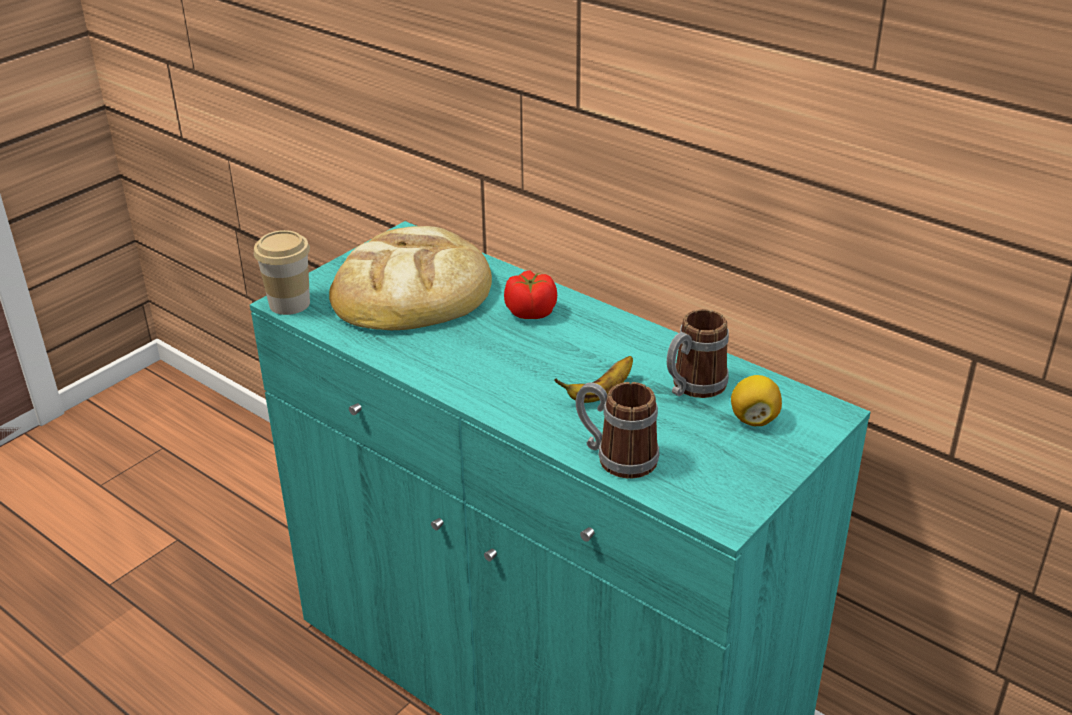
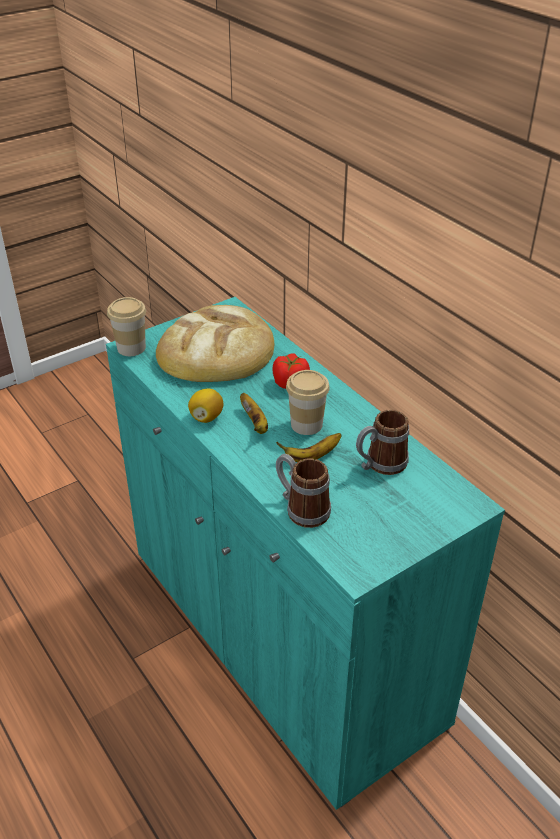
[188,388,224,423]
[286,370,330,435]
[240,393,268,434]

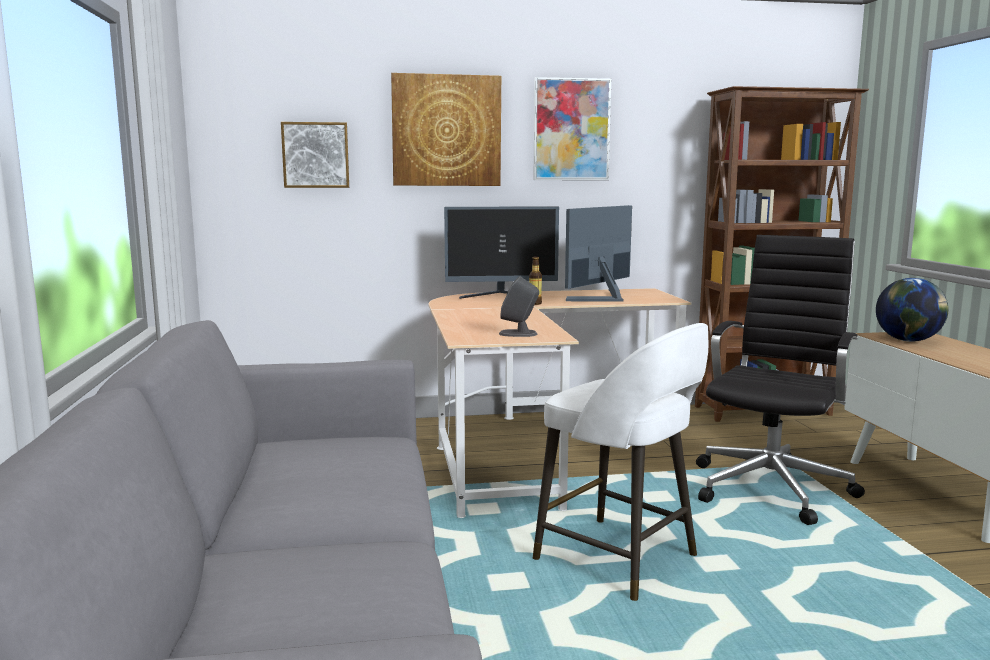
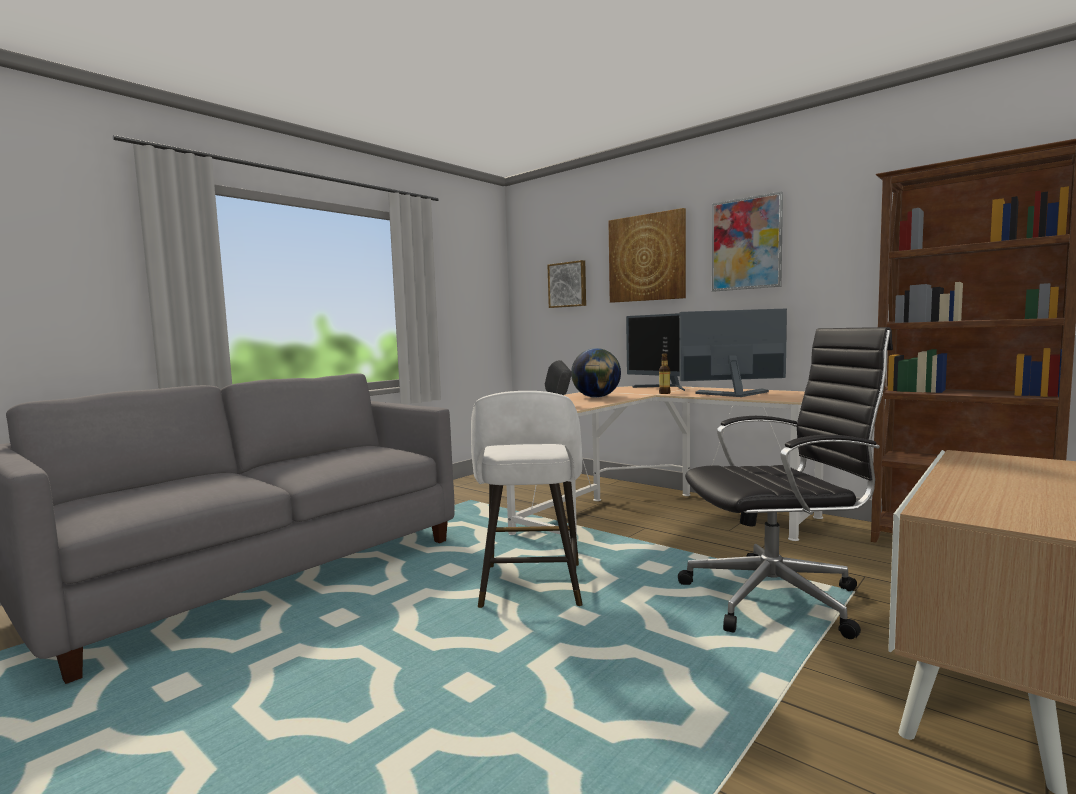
[571,348,621,398]

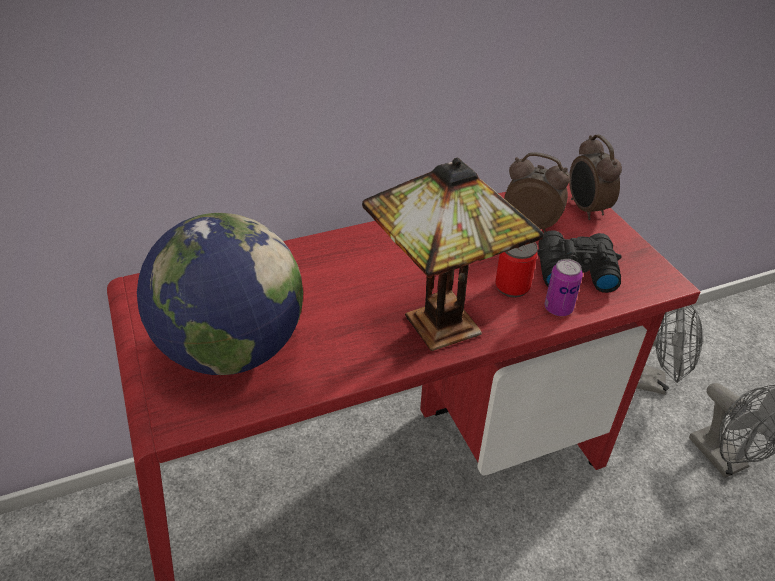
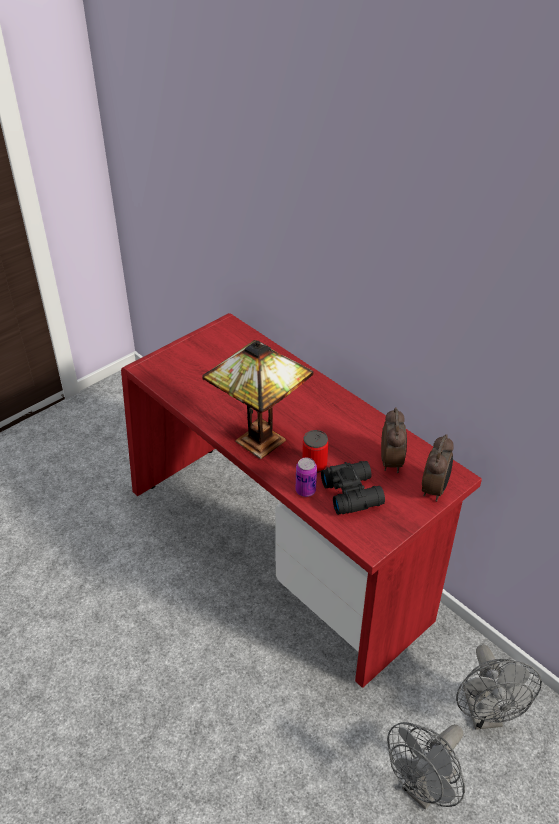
[422,434,454,502]
[137,213,303,375] (first image)

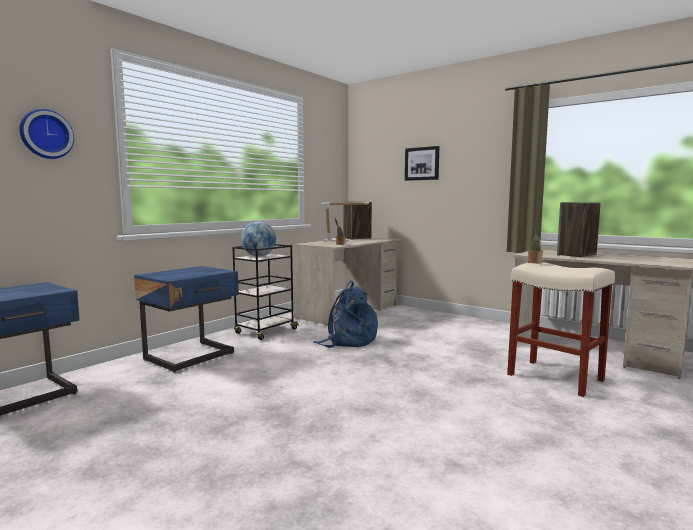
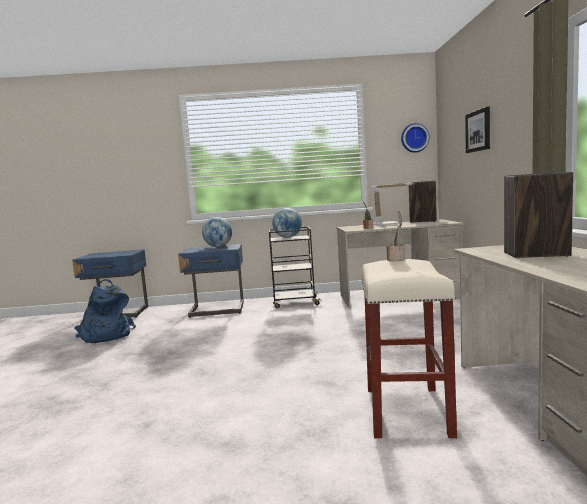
[401,123,429,153]
[74,279,136,343]
[202,217,232,247]

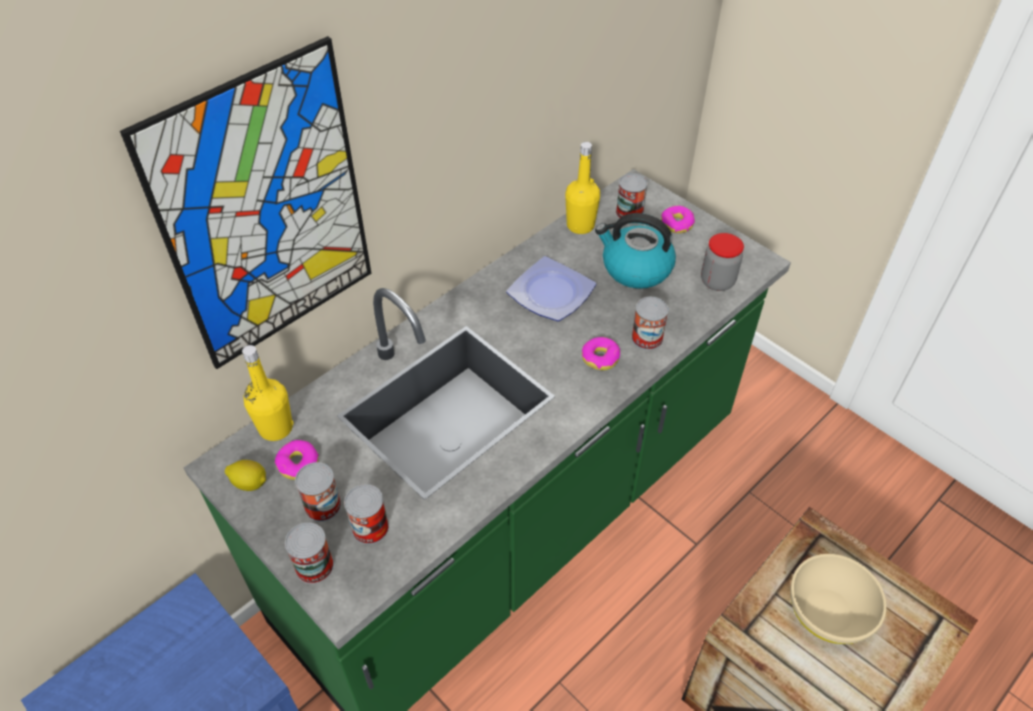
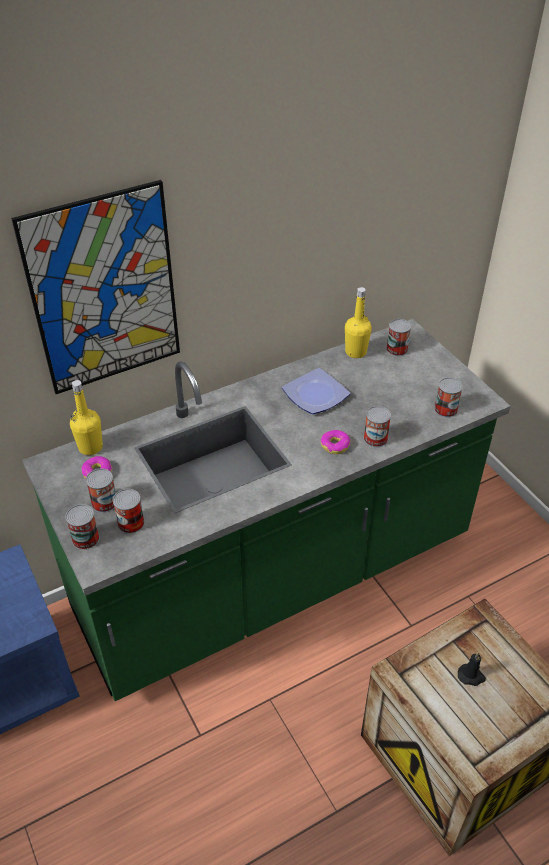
[661,206,695,233] (first image)
[595,213,676,289] (first image)
[434,377,463,418]
[225,460,266,491] (first image)
[458,652,486,686]

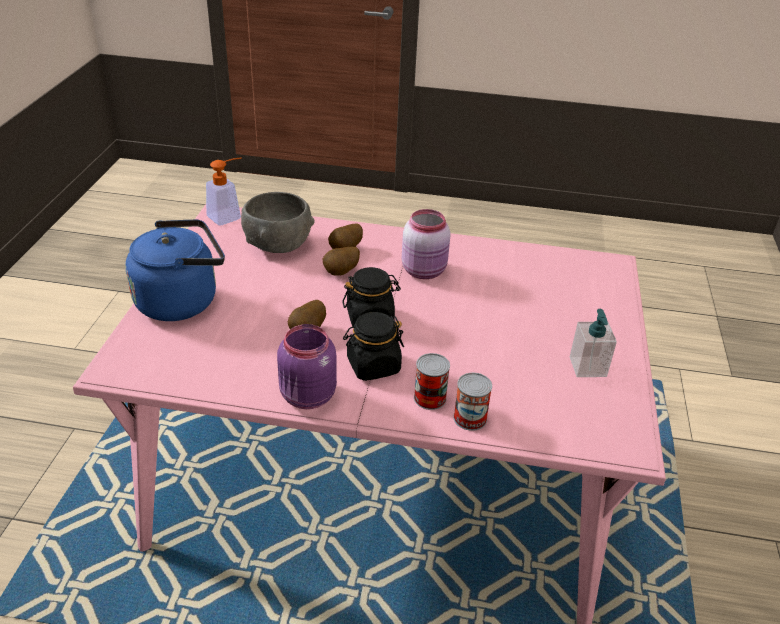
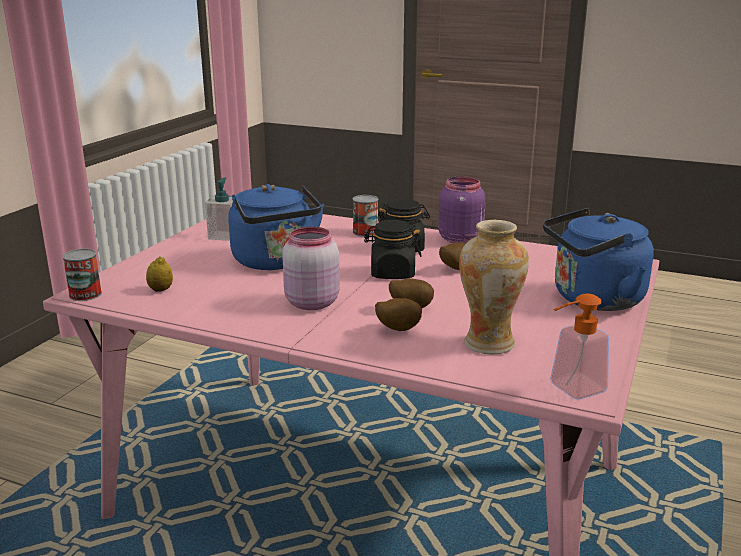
[459,220,529,355]
[62,249,102,301]
[228,184,324,270]
[146,256,173,292]

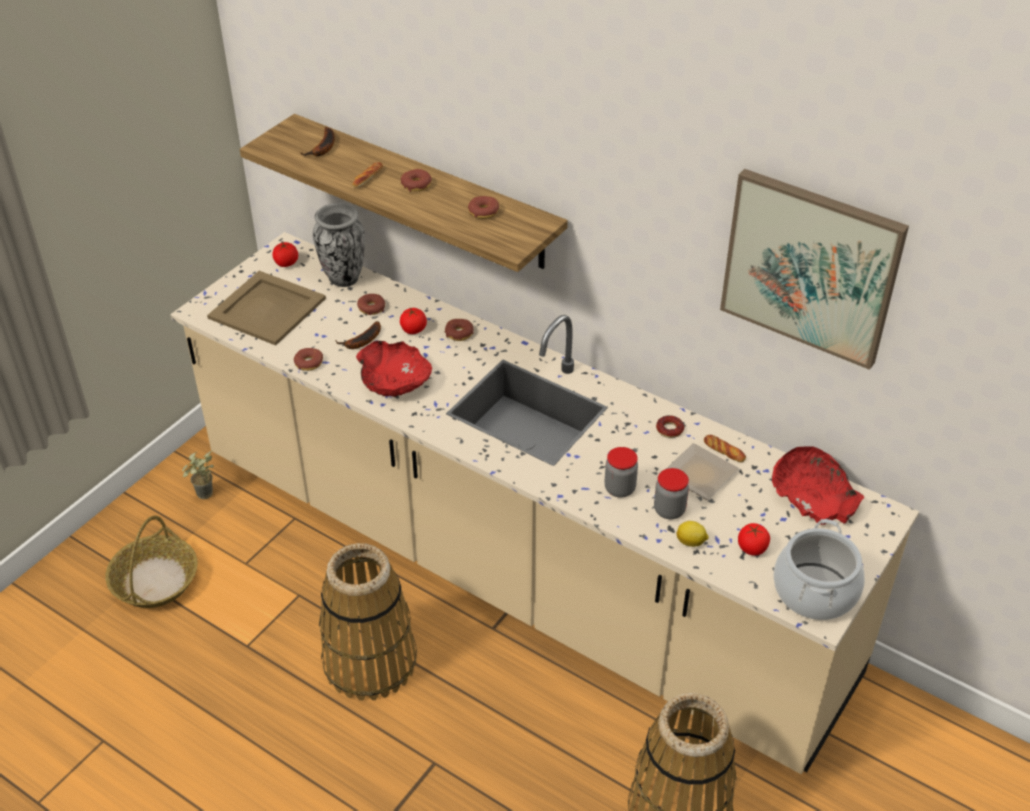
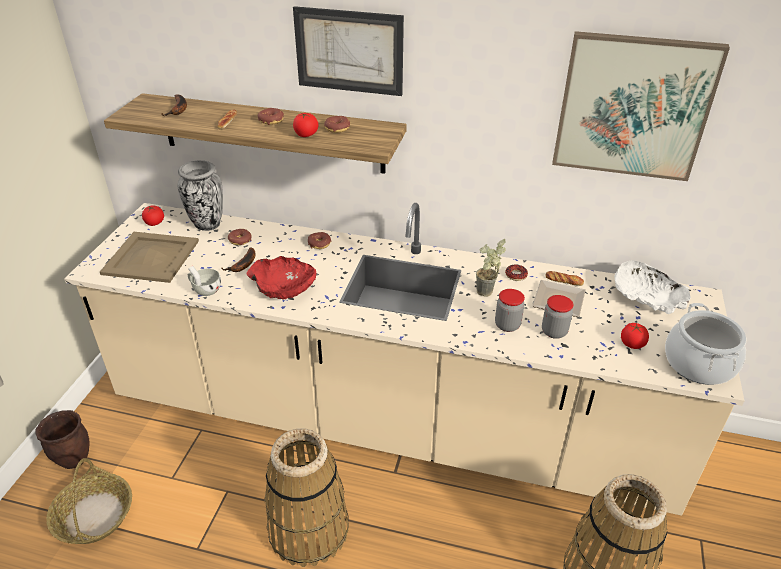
[293,113,319,137]
[188,266,221,296]
[614,260,691,314]
[476,239,506,297]
[676,521,709,547] (first image)
[293,6,404,96]
[35,410,90,469]

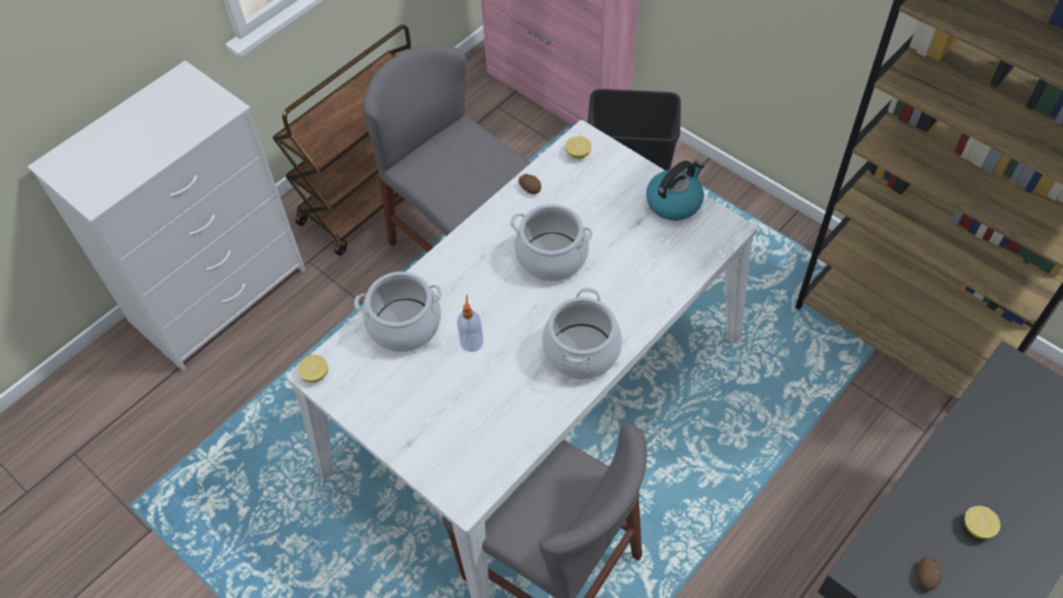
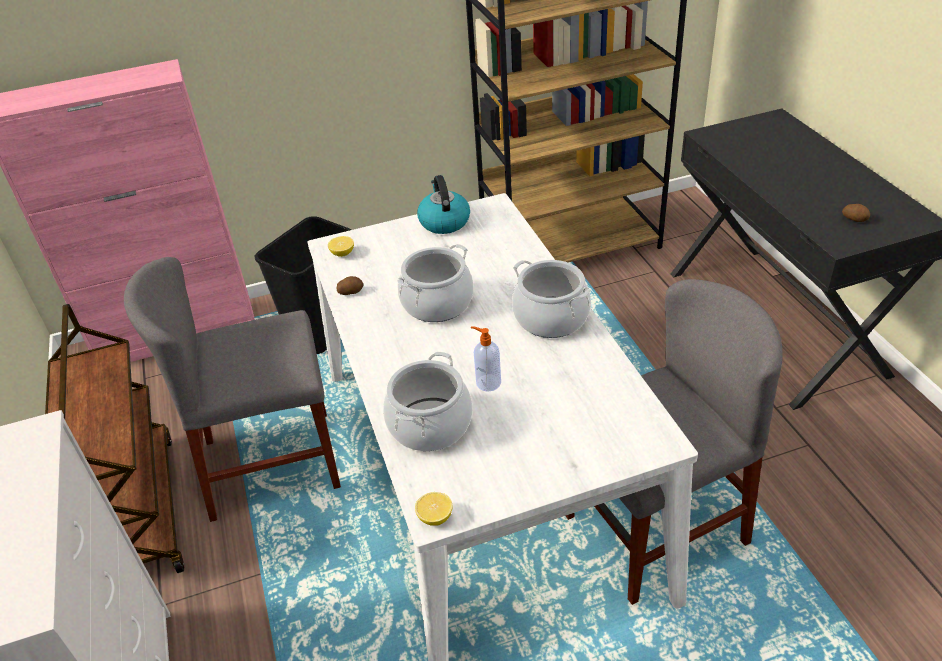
[964,506,1000,539] (first image)

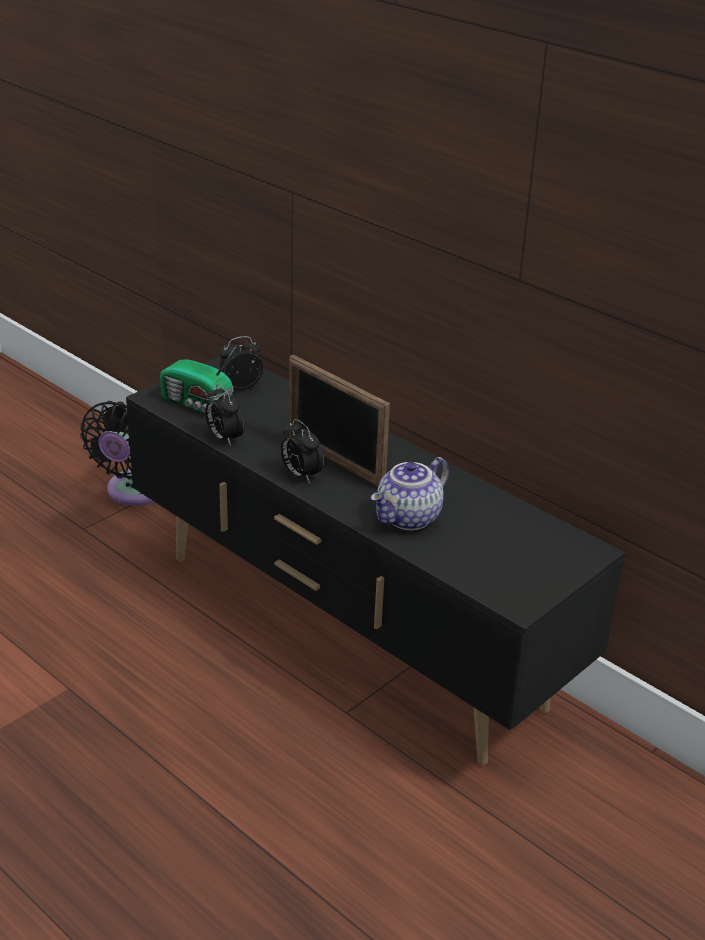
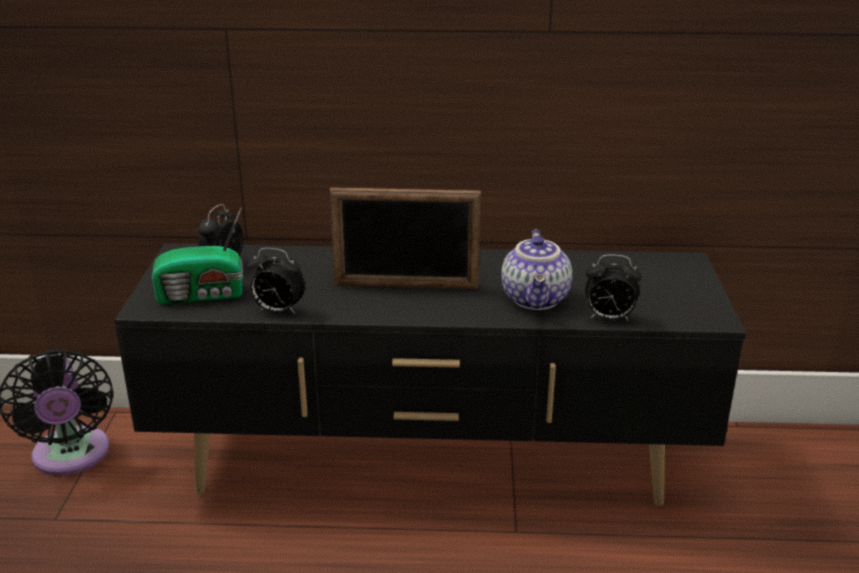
[585,254,641,321]

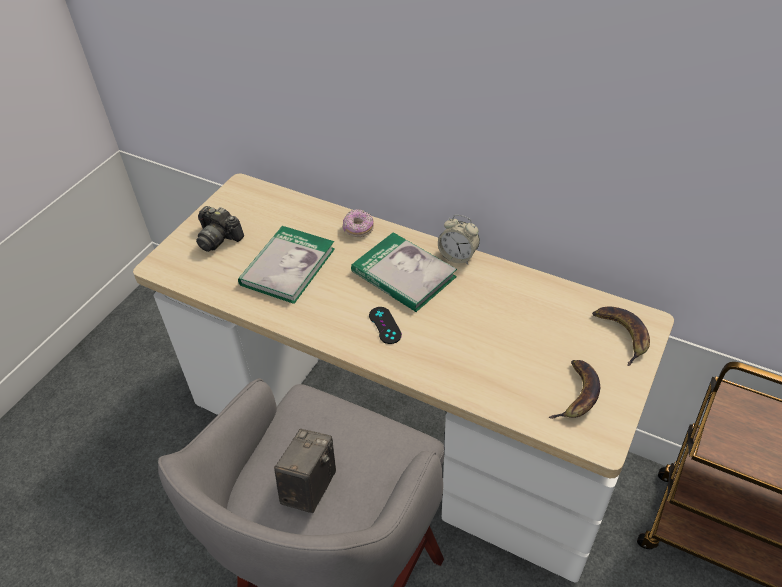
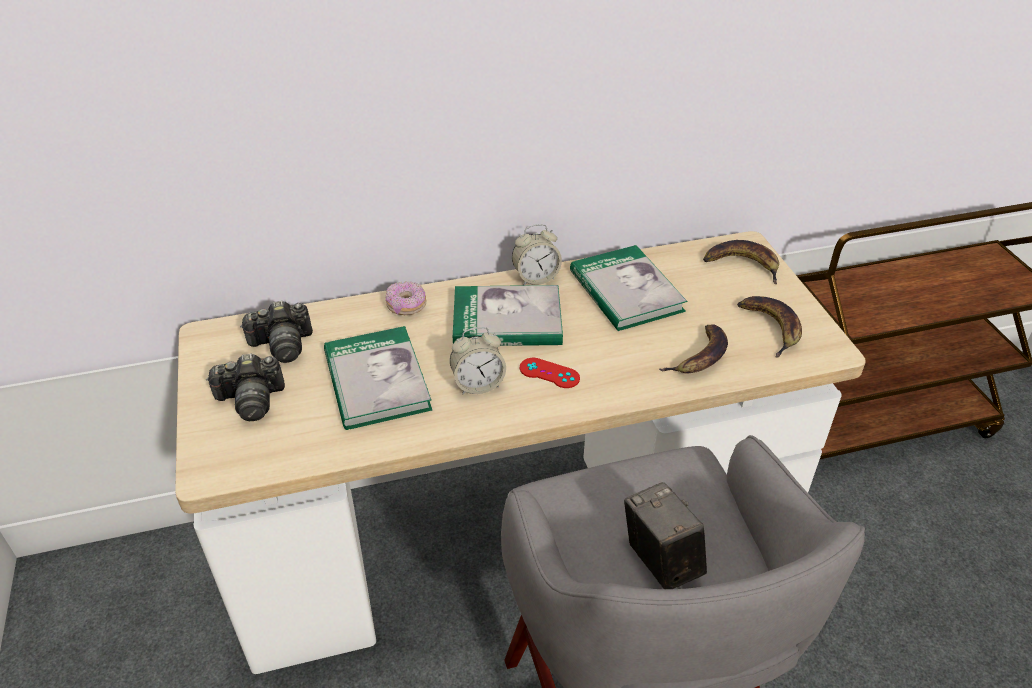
[520,358,580,388]
[570,245,687,331]
[240,300,313,363]
[659,324,728,373]
[450,327,506,395]

